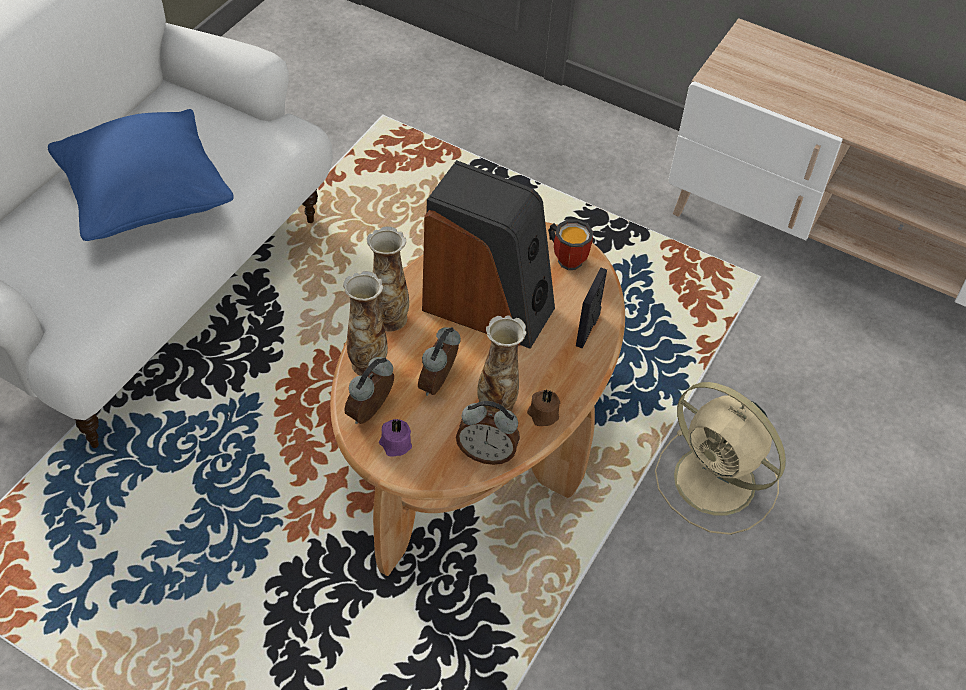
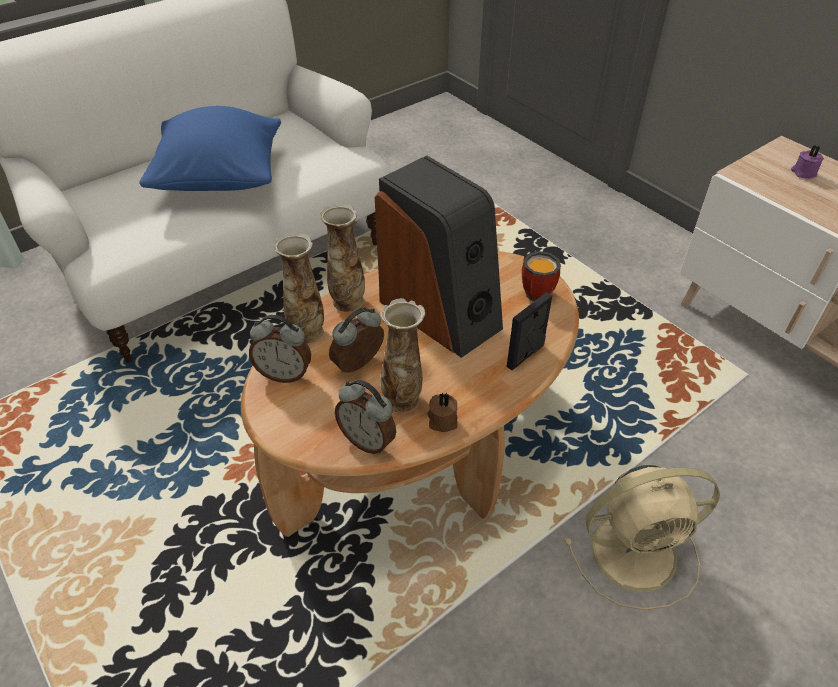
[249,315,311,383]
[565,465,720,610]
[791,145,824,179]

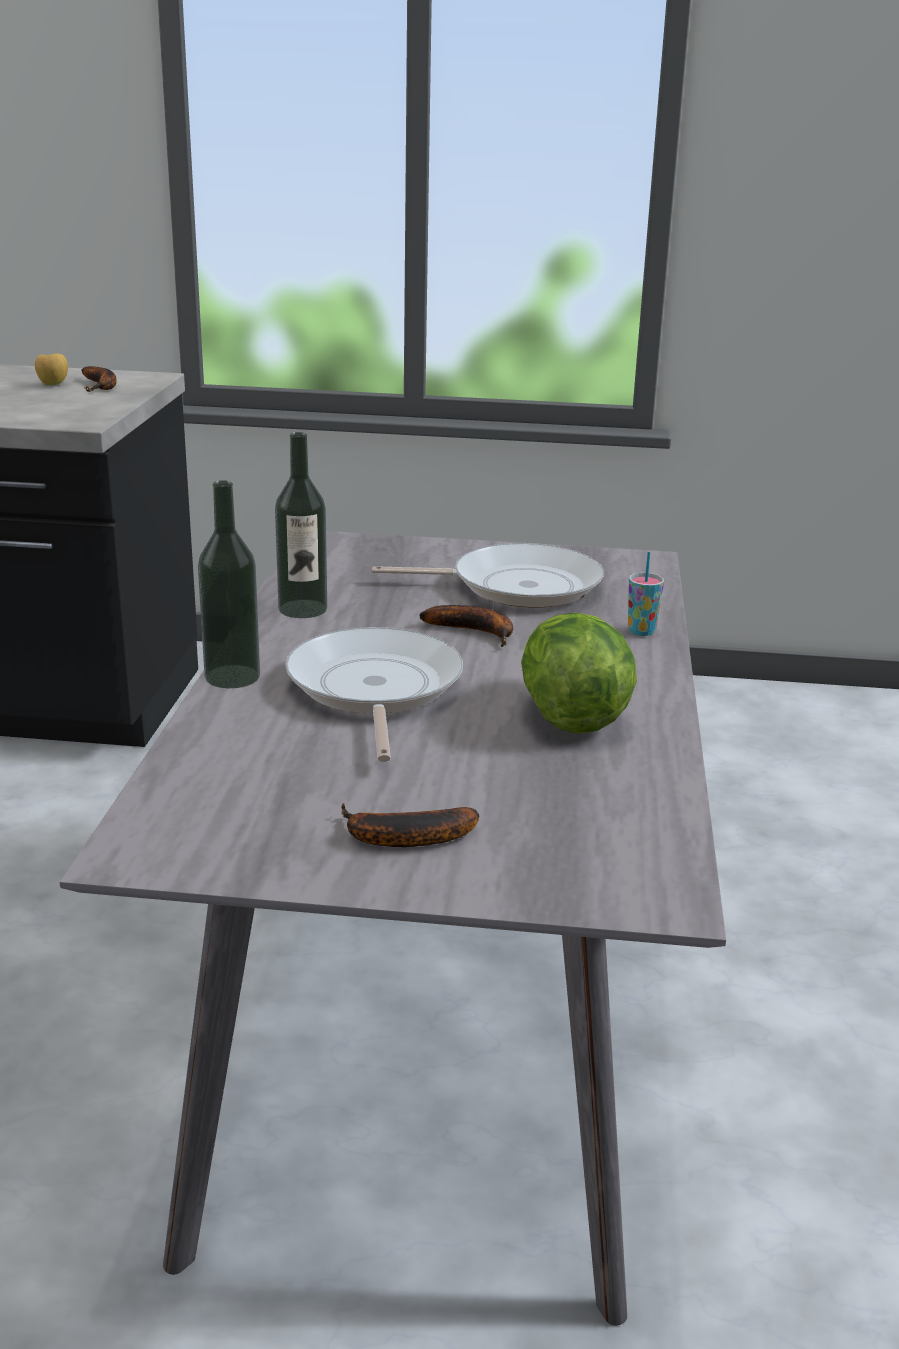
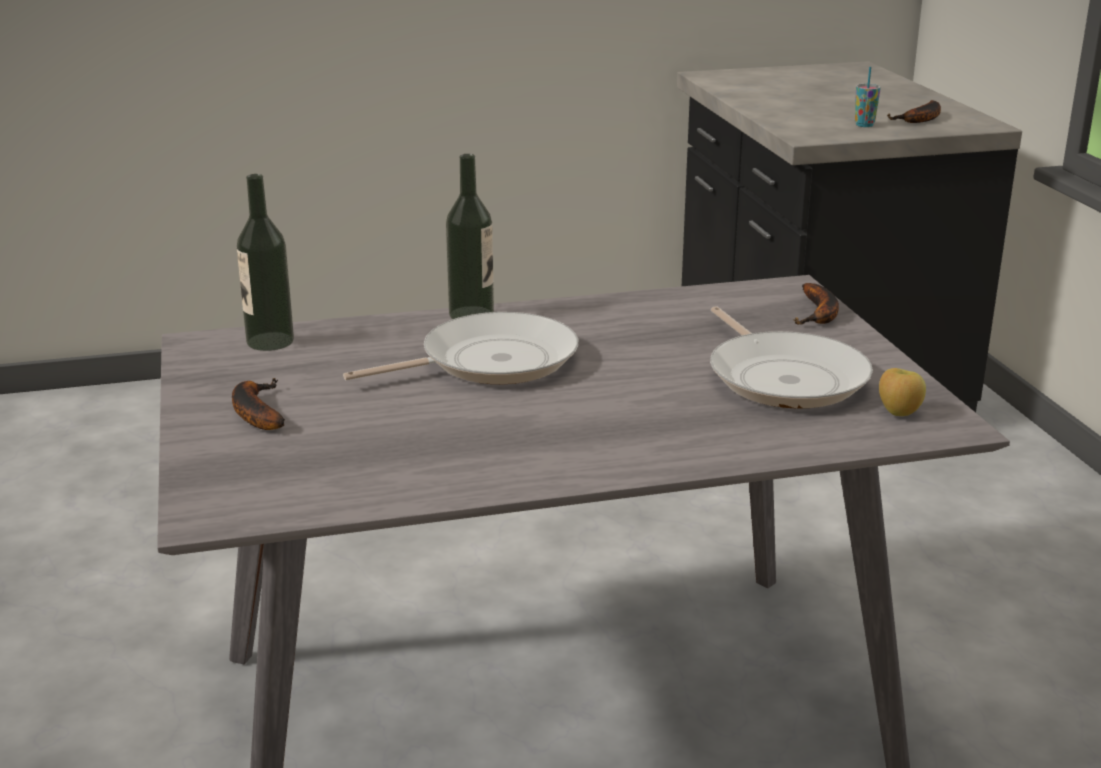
[879,368,926,416]
[237,174,294,351]
[855,67,881,127]
[793,283,839,325]
[521,612,637,734] (first image)

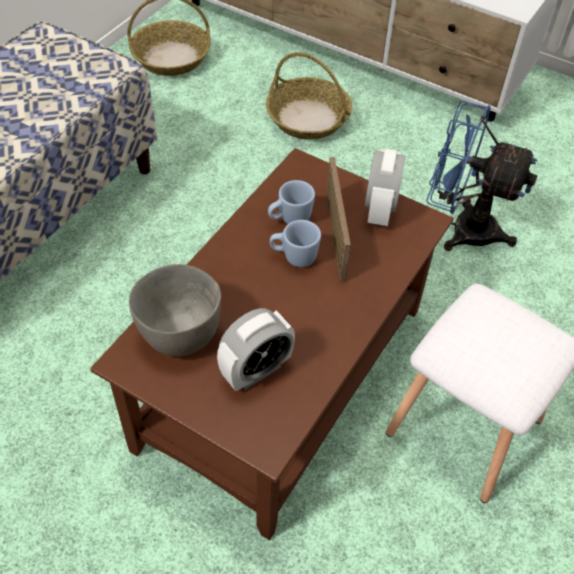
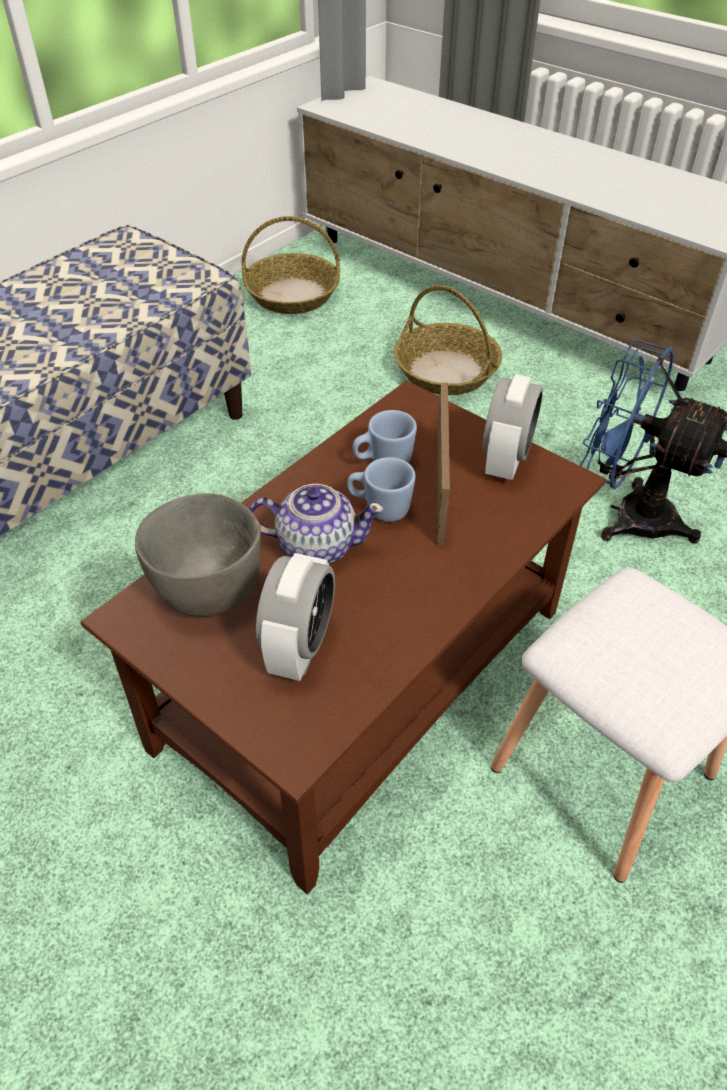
[256,553,335,681]
[249,484,384,564]

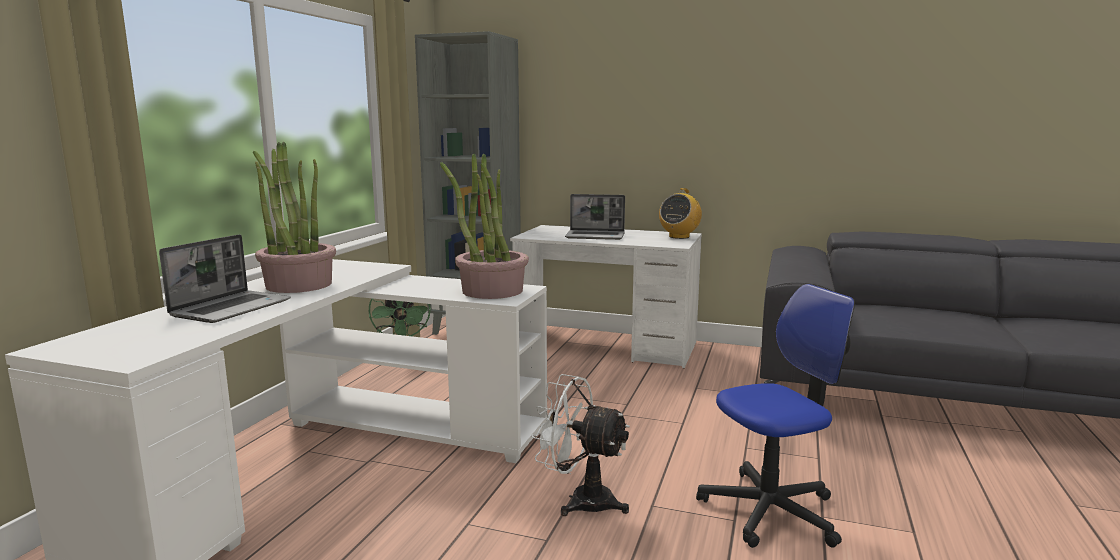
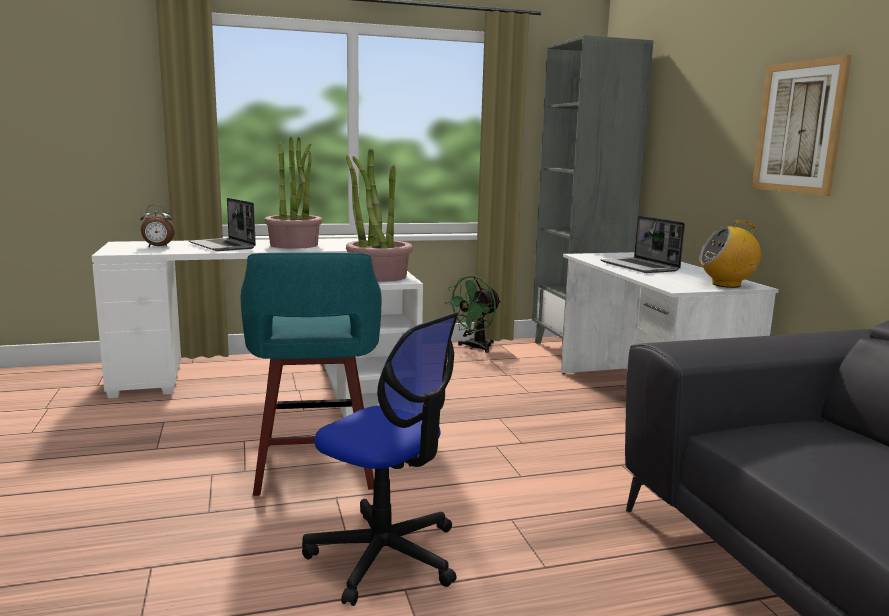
[189,198,256,251]
[241,252,381,496]
[752,55,852,196]
[140,204,175,247]

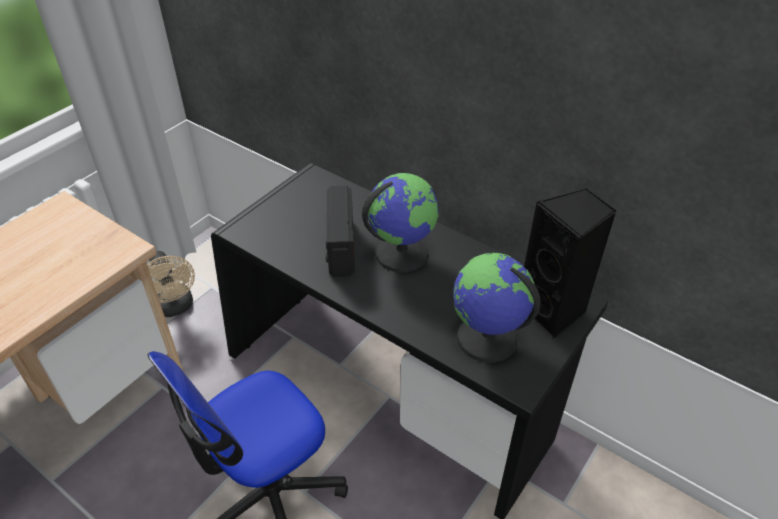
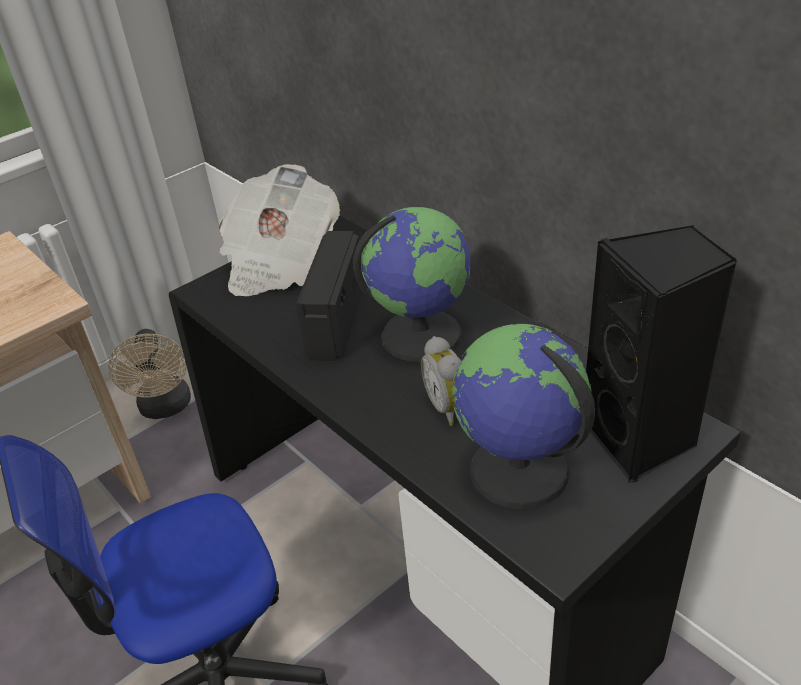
[219,164,340,296]
[421,336,462,426]

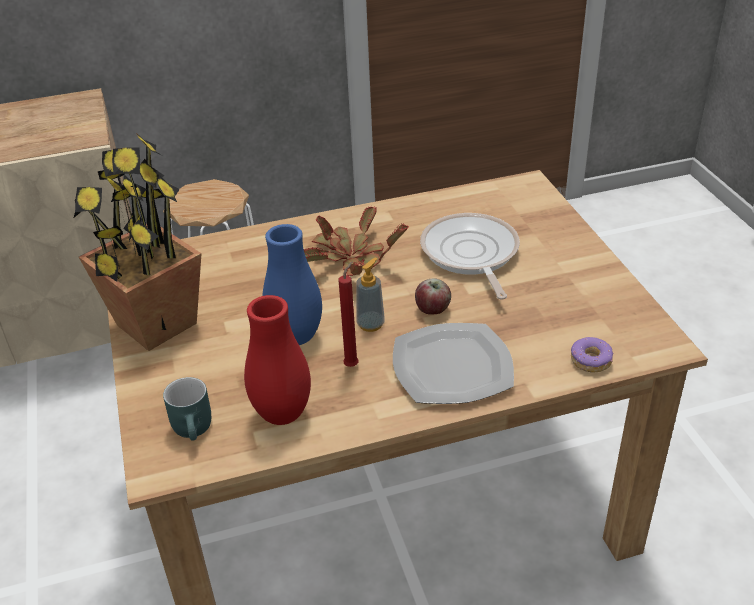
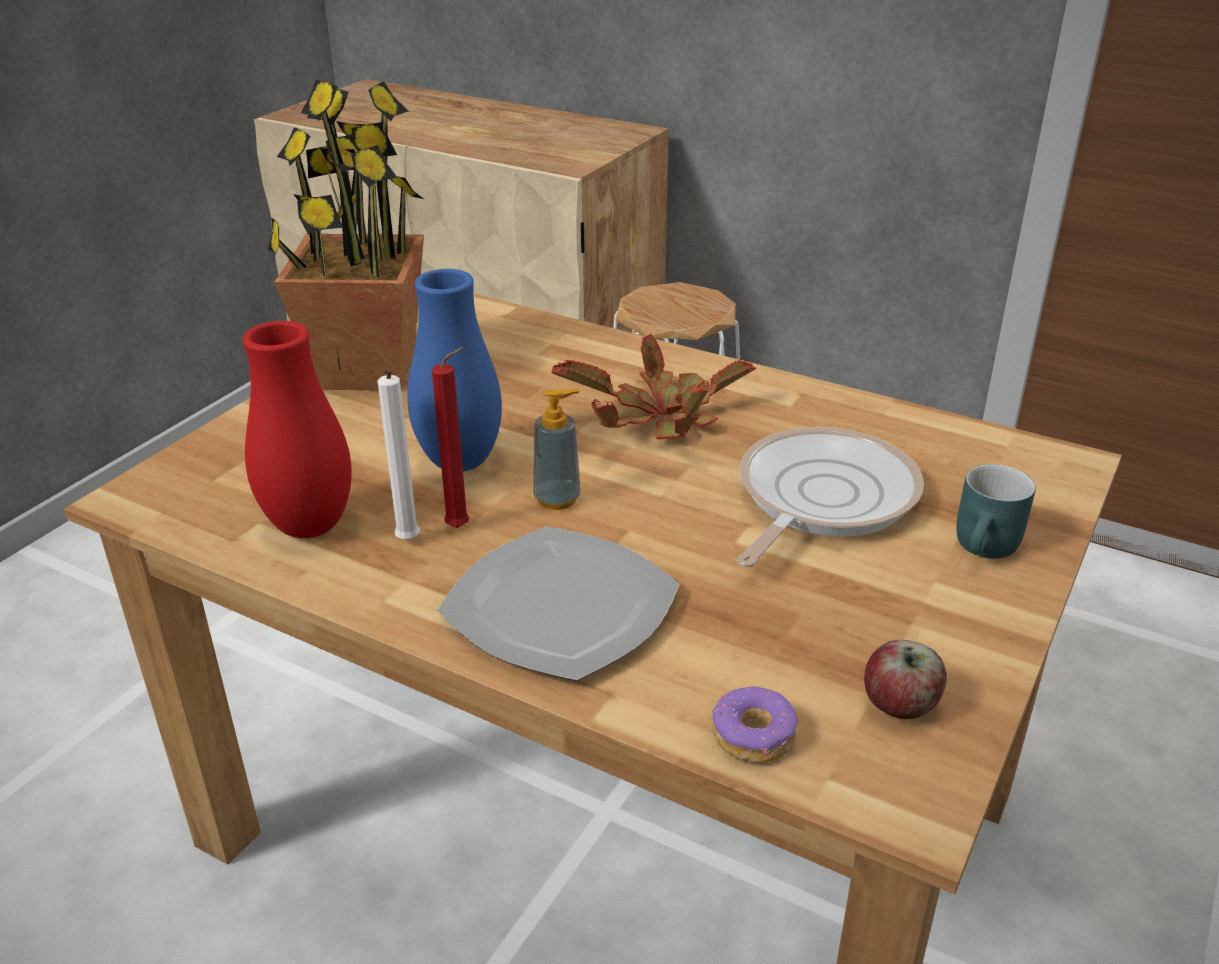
[864,640,947,719]
[957,464,1036,559]
[377,370,420,541]

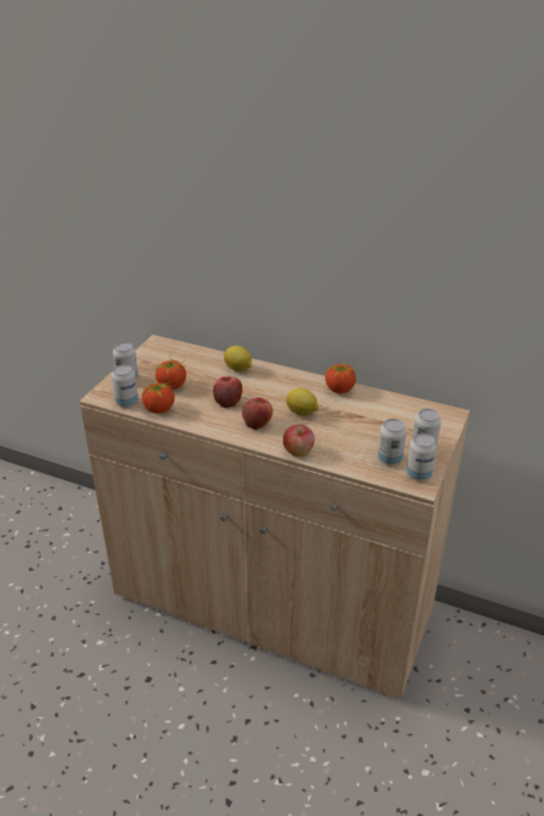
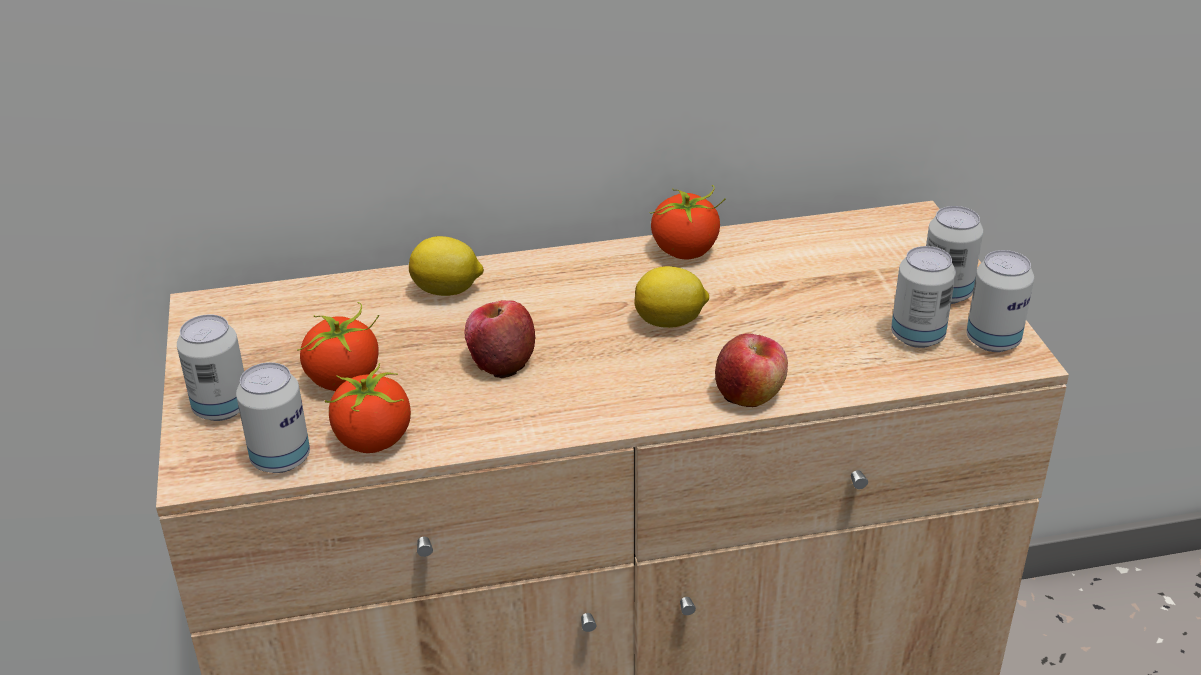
[242,398,273,430] (first image)

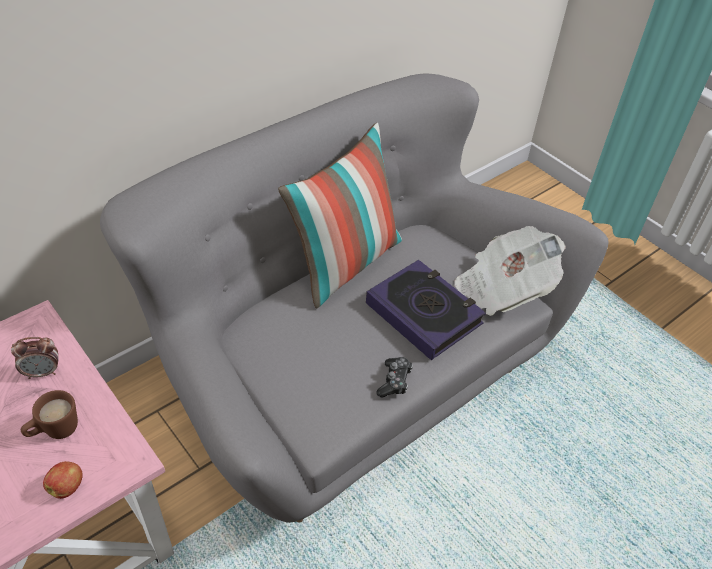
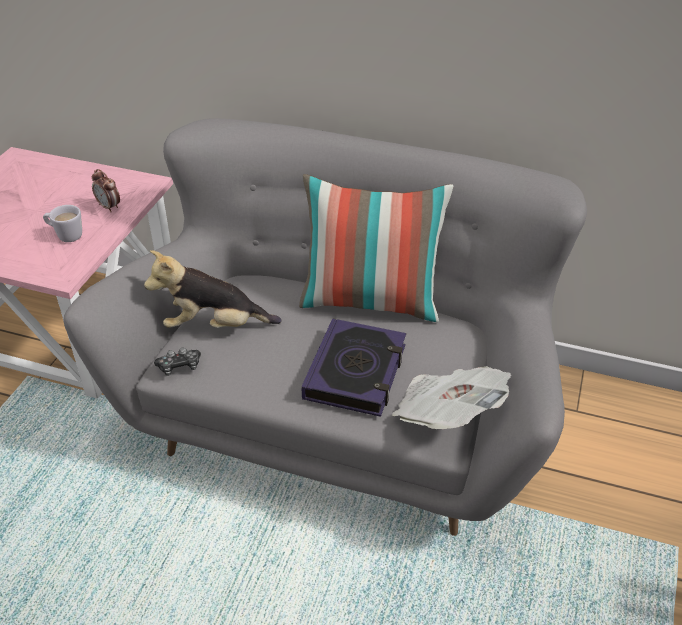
[154,347,201,376]
[43,205,82,242]
[43,461,82,499] (first image)
[144,250,282,328]

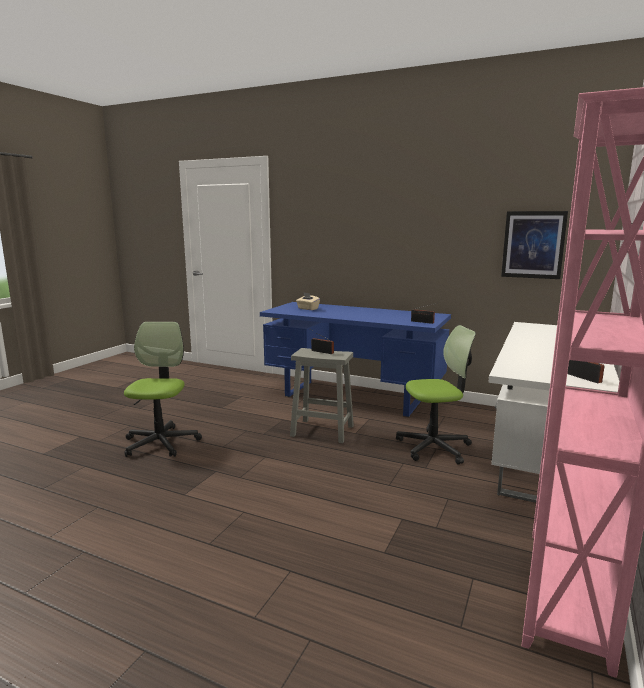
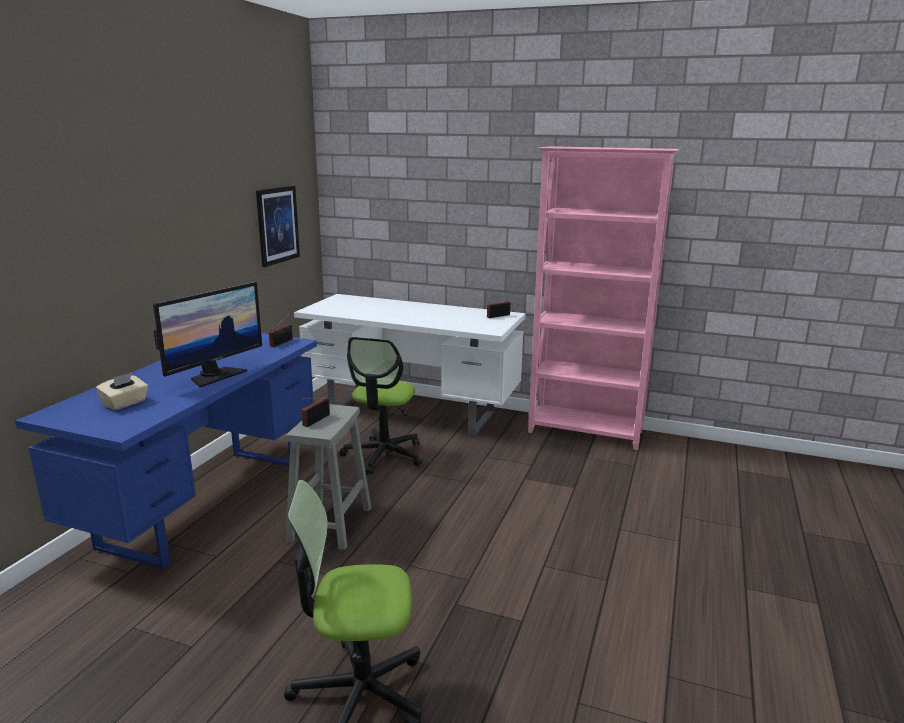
[340,337,422,474]
[153,282,262,387]

